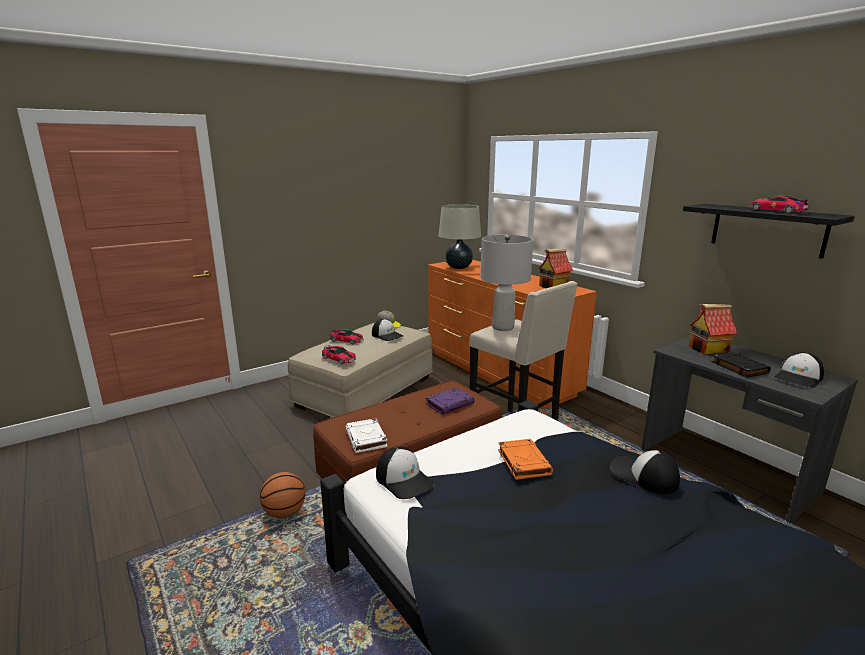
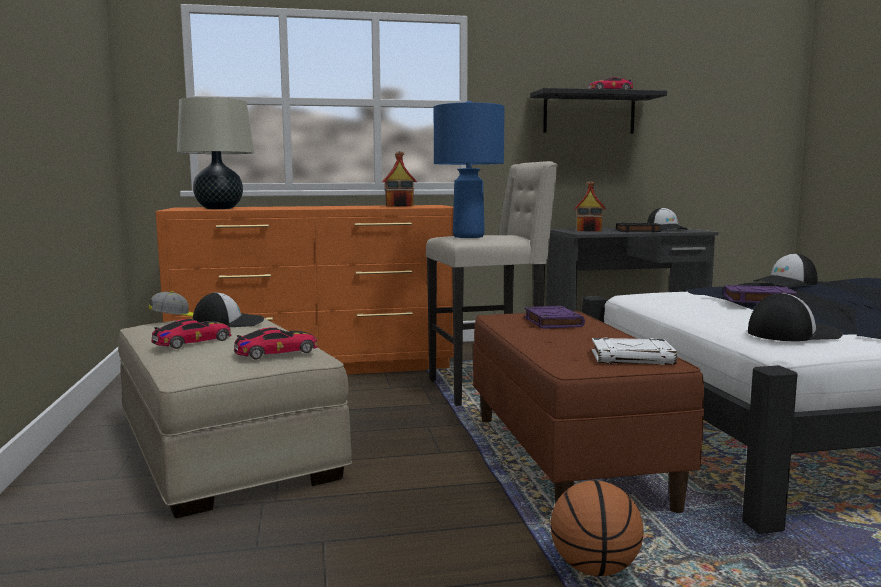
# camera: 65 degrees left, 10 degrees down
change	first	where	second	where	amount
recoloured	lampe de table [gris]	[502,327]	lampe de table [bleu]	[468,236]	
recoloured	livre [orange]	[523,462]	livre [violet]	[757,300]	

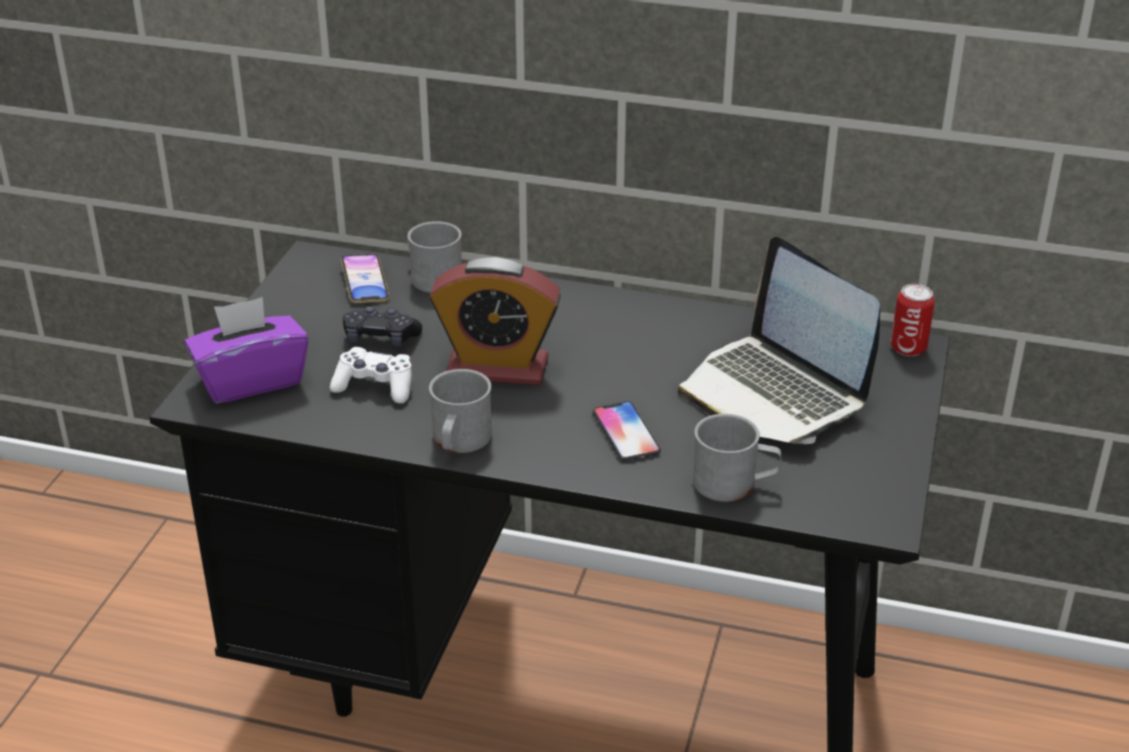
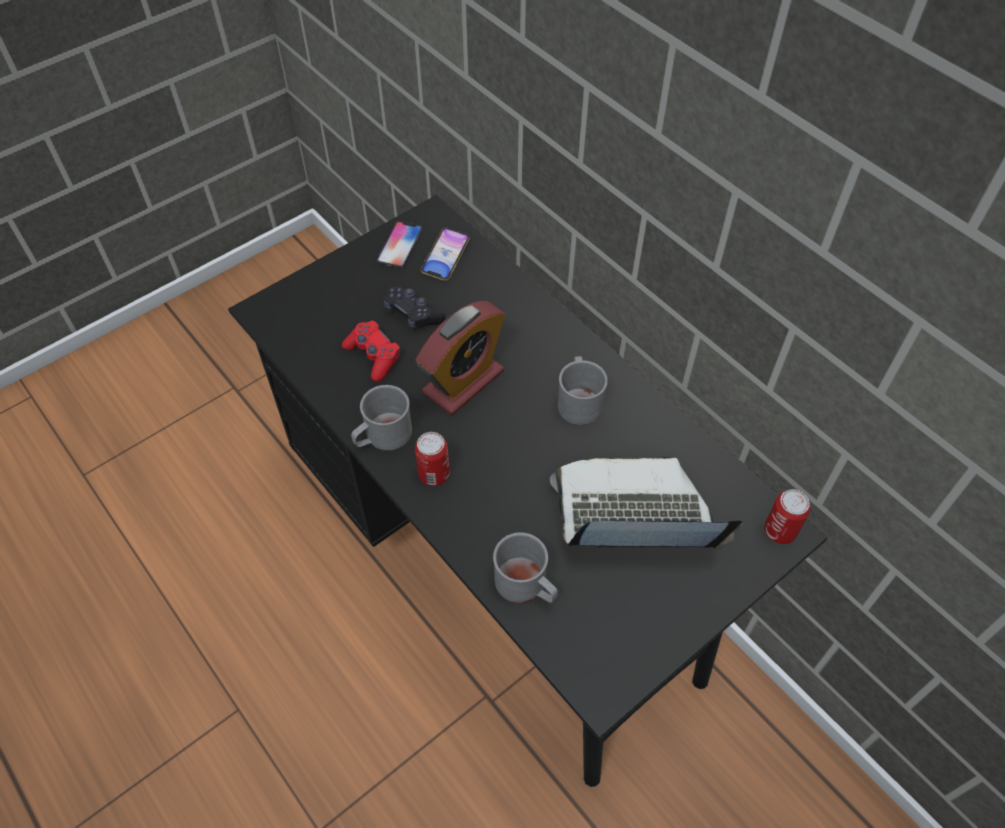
# camera: 35 degrees right, 20 degrees up
change	first	where	second	where	amount
recoloured	manette [blanc]	[375,386]	manette [rouge]	[374,356]	
moved	téléphone	[626,433]		[400,245]	
added			boîte métallique	[434,474]	
turned	réveil	[497,368]		[463,382]	90 degrees counterclockwise
turned	ordinateur portable	[774,393]		[633,516]	90 degrees clockwise
moved	mug [gris]	[431,276]		[579,400]	
removed	boîte à mouchoirs [violet]	[251,380]			

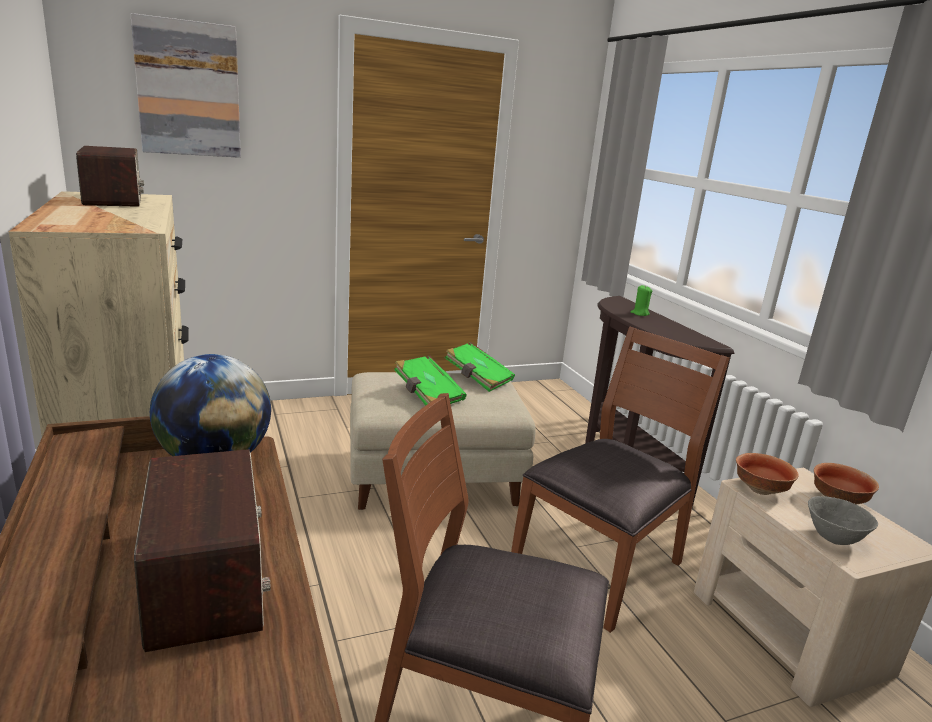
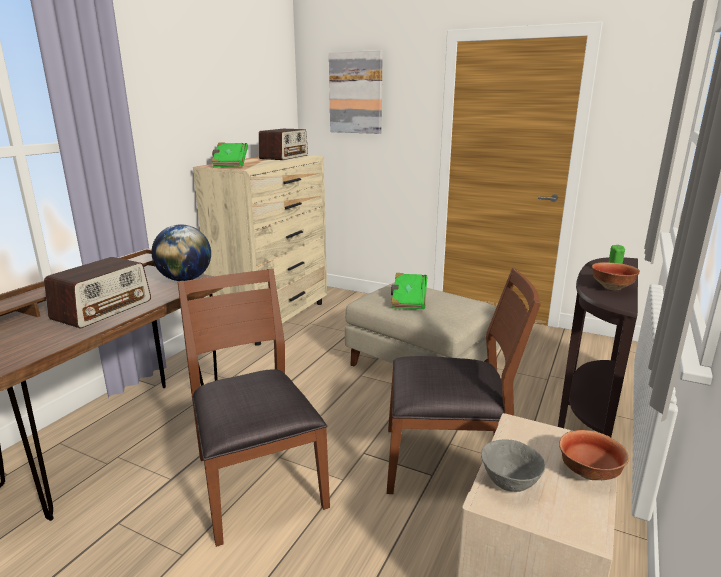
# camera: 50 degrees right, 0 degrees up
change	first	where	second	where	amount
moved	livre [vert]	[477,379]		[230,164]	
moved	bol	[759,490]		[611,287]	

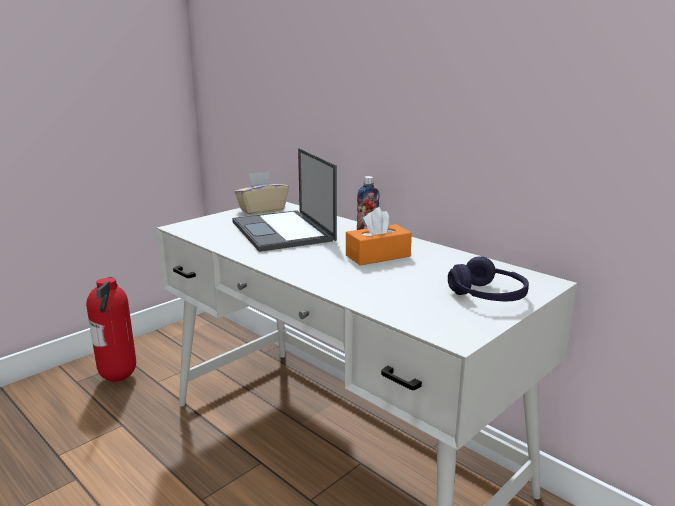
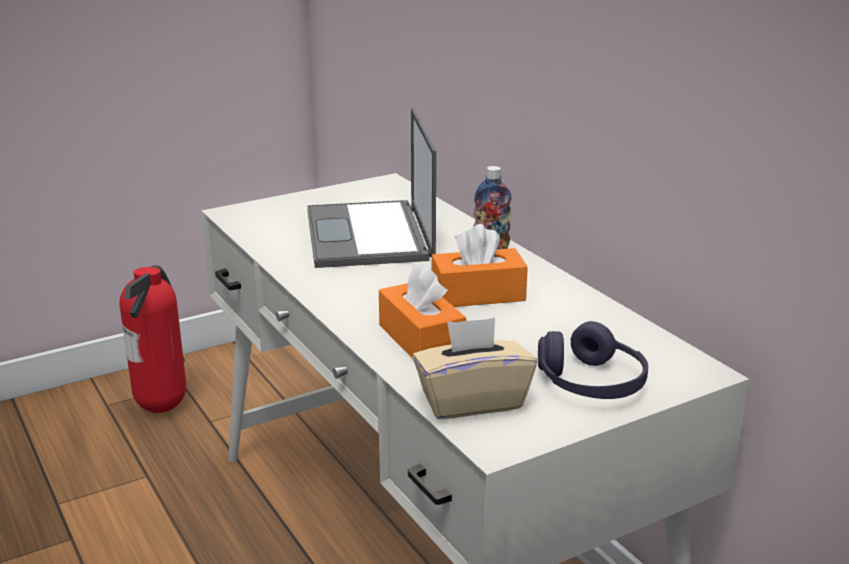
# camera: 15 degrees right, 5 degrees up
change	first	where	second	where	amount
added			boîte à mouchoirs [orange]	[421,339]	
moved	boîte à mouchoirs [beige]	[262,210]		[472,401]	

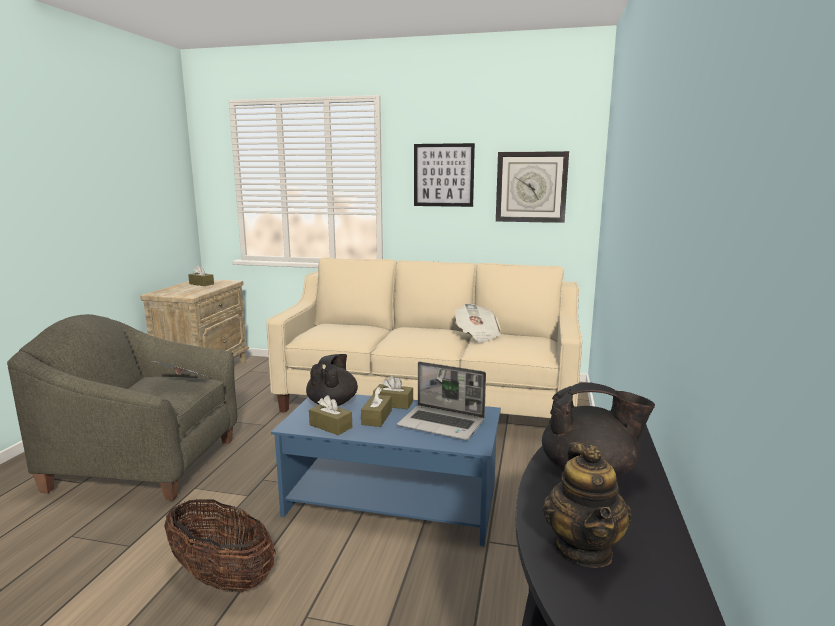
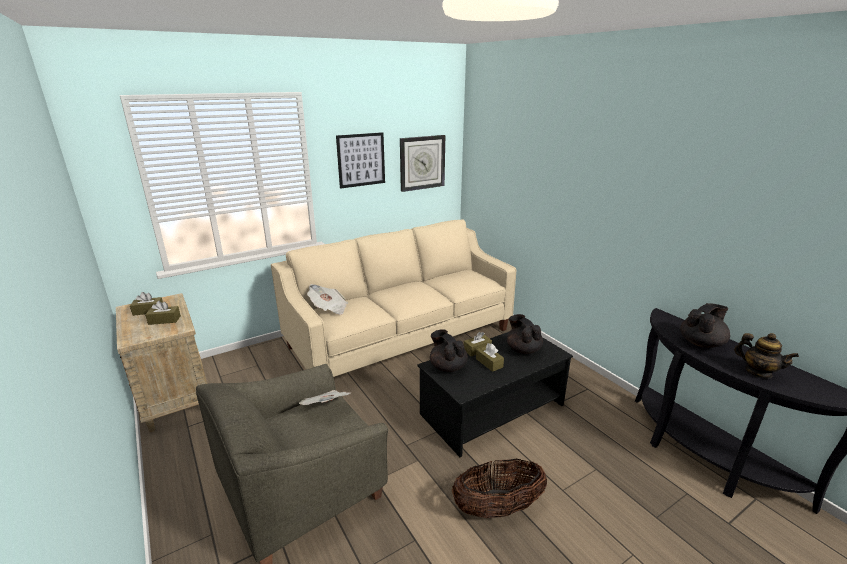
# camera: 45 degrees left, 10 degrees up
change	first	where	second	where	amount
moved	boîte à mouchoirs [marron]	[330,426]		[164,320]	
moved	journal	[477,335]		[329,308]	
recoloured	table basse [bleu]	[393,500]	table basse [noir]	[493,409]	
replaced	ordinateur portable	[442,424]	théière [noir]	[523,349]	

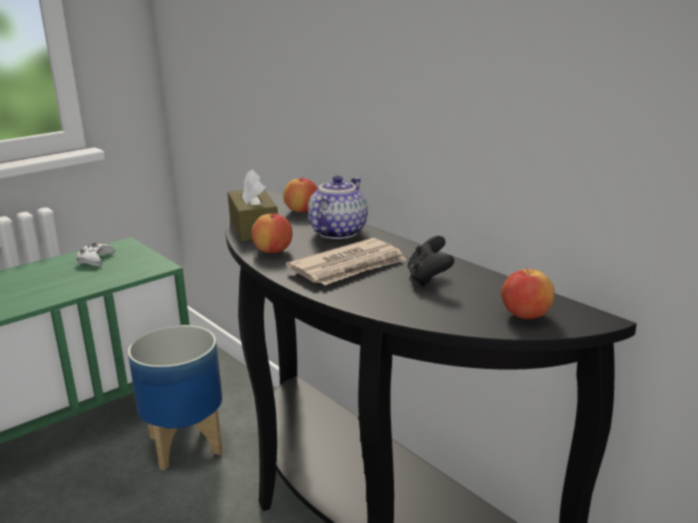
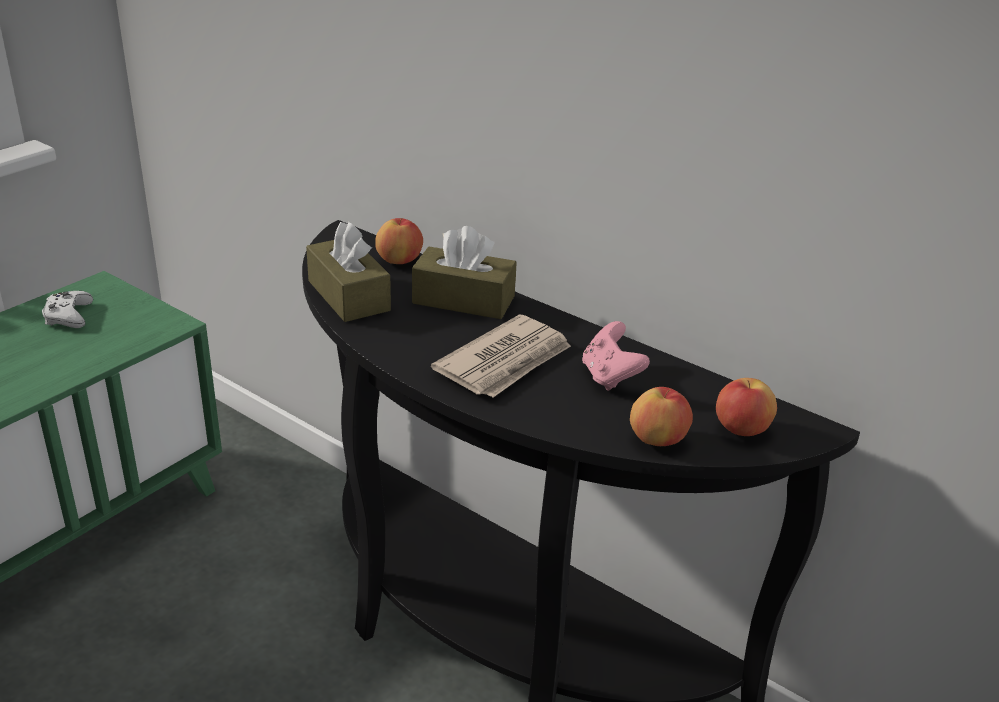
# camera: 15 degrees left, 10 degrees up
change	first	where	second	where	amount
replaced	théière	[337,232]	boîte à mouchoirs [marron]	[463,300]	
recoloured	manette [noir]	[429,279]	manette [rose]	[610,377]	
moved	pomme	[273,251]		[658,439]	
removed	cache-pot	[187,444]			

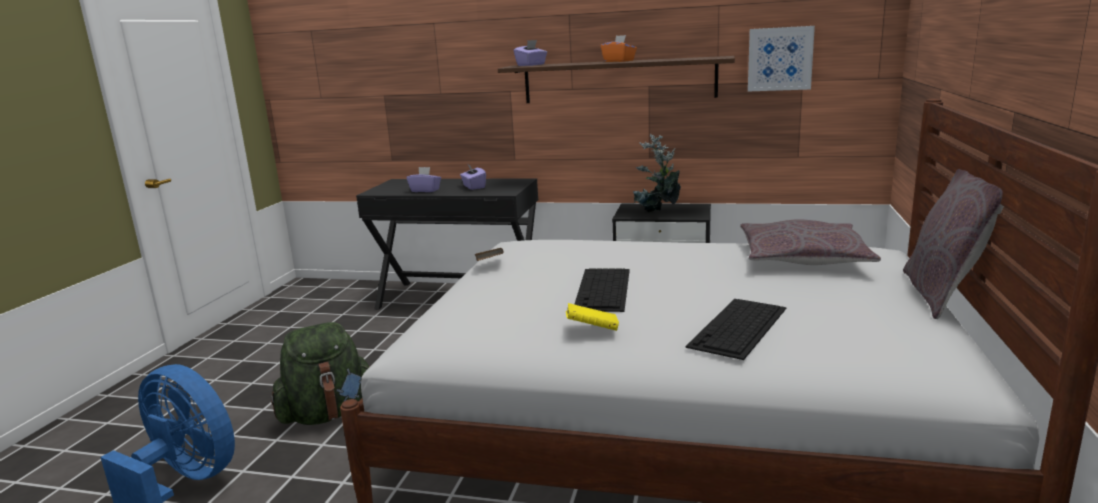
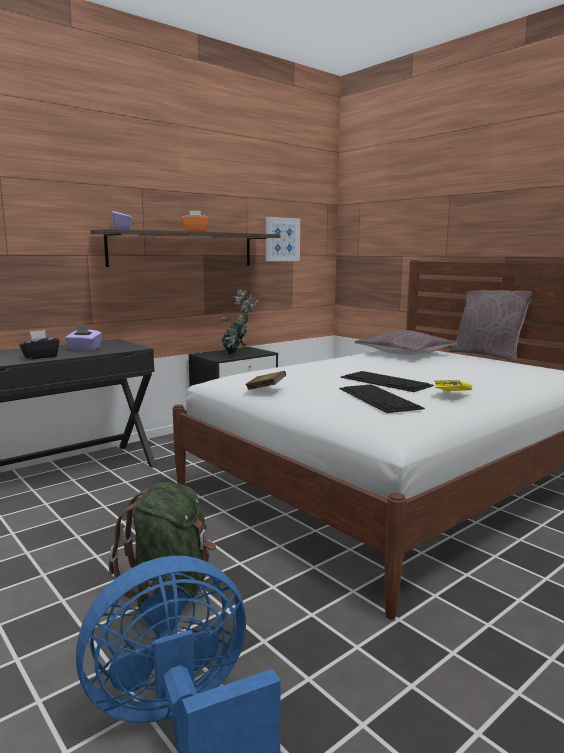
# camera: 55 degrees left, 5 degrees down
change	first	where	second	where	amount
recoloured	boîte à mouchoirs [violet]	[425,190]	boîte à mouchoirs [noir]	[40,357]	
moved	clavier	[738,327]		[380,398]	

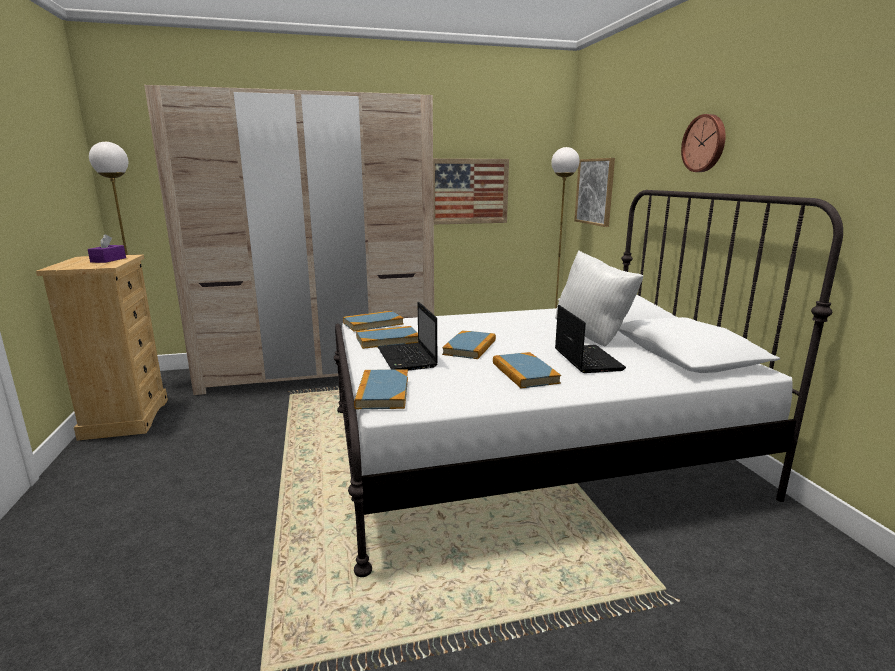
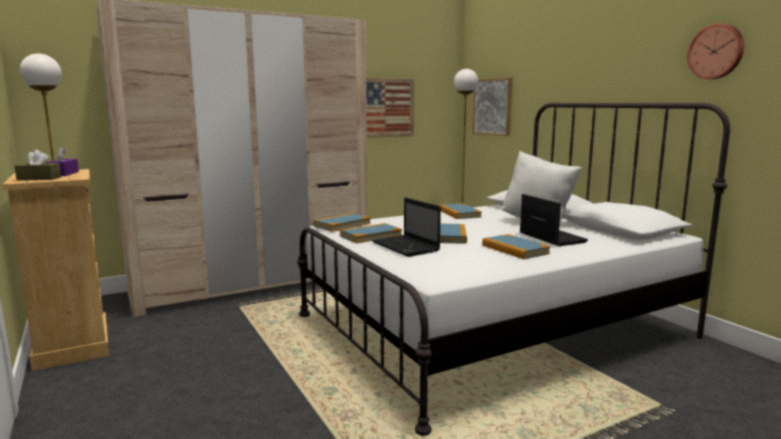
# camera: 15 degrees left, 5 degrees down
change	first	where	second	where	amount
added			boîte à mouchoirs [marron]	[39,178]	
moved	livre	[382,392]		[459,213]	
moved	horloge murale	[705,143]		[716,51]	

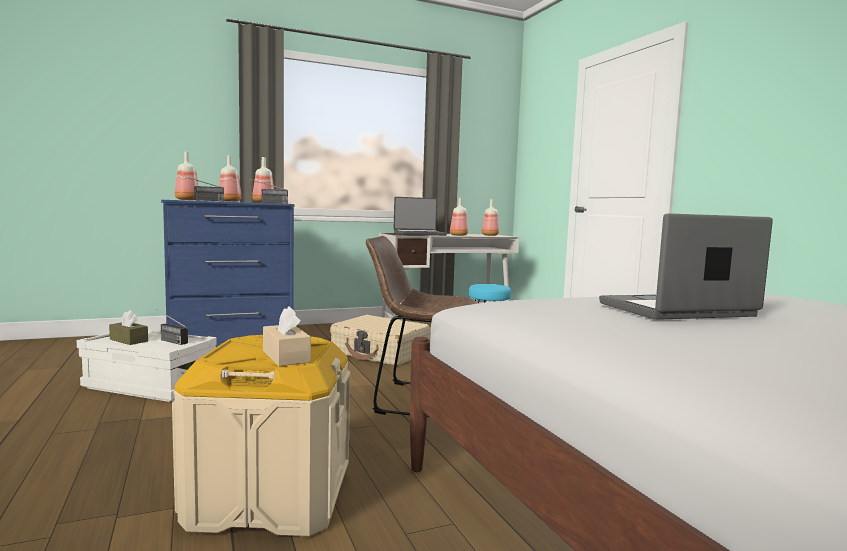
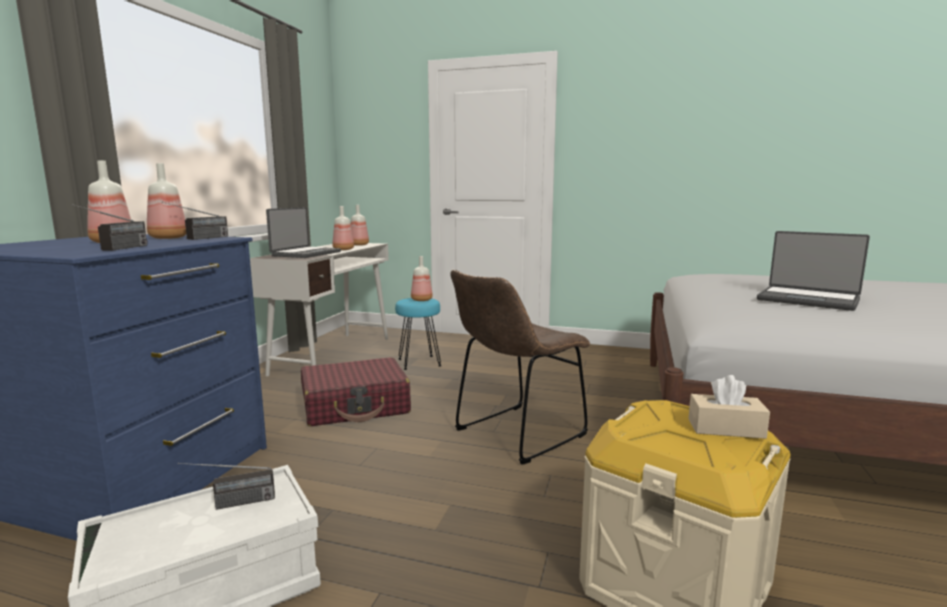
# camera: 50 degrees left, 5 degrees up
change	first	where	second	where	amount
recoloured	valise [beige]	[380,353]	valise [rouge]	[356,406]	
moved	bouteille	[186,200]		[421,300]	
turned	ordinateur portable	[677,310]		[808,300]	75 degrees counterclockwise
removed	boîte à mouchoirs [marron]	[128,340]			

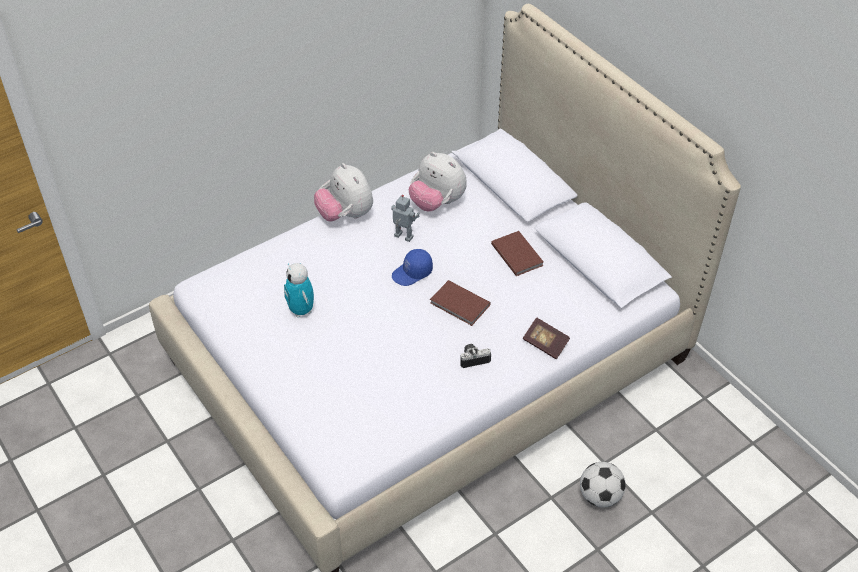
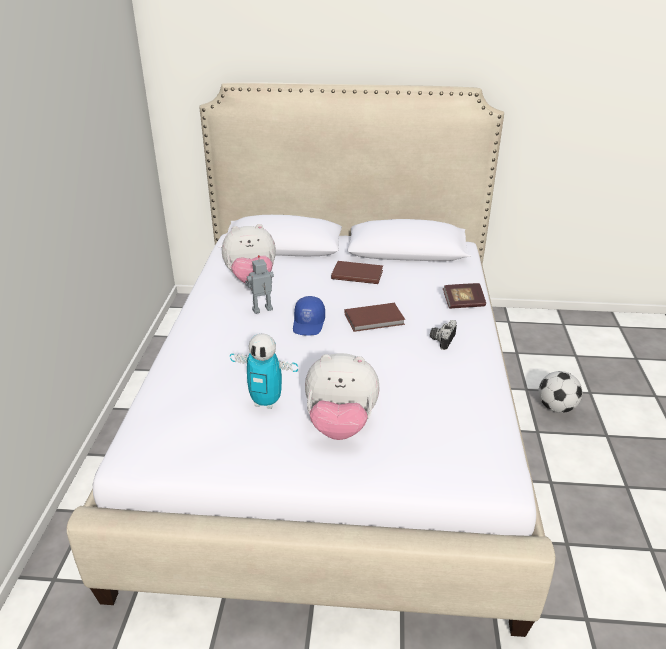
# camera: 50 degrees left, 15 degrees down
change	first	where	second	where	amount
moved	peluche	[345,215]		[340,425]	

